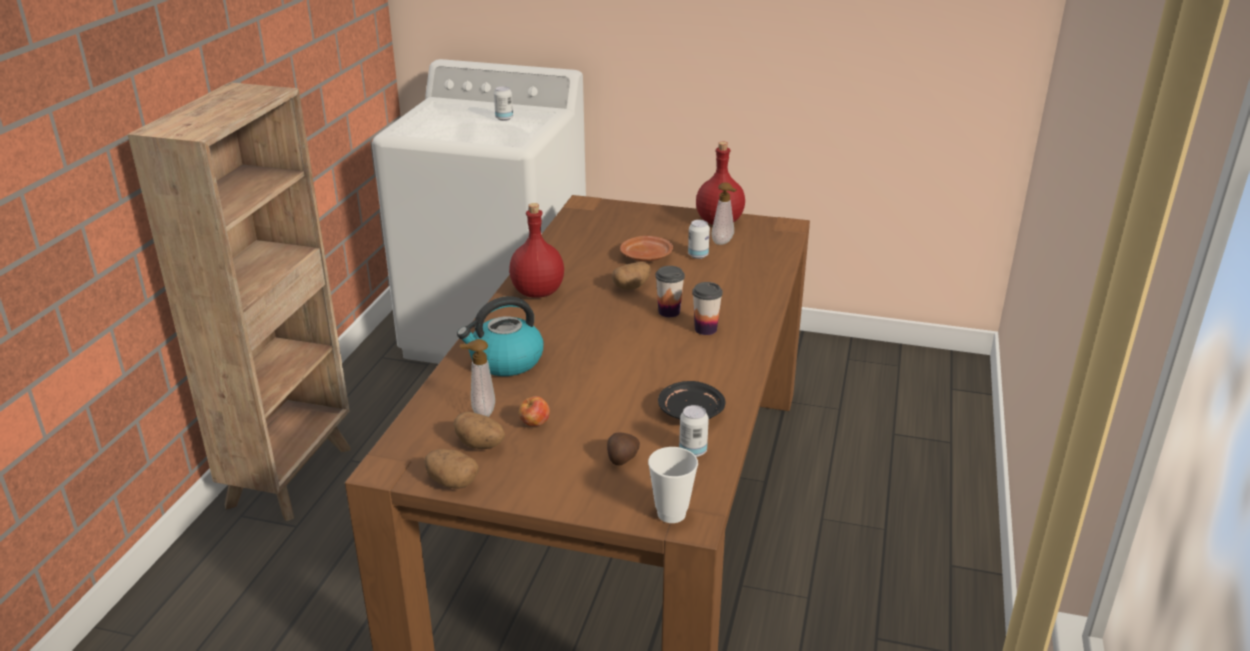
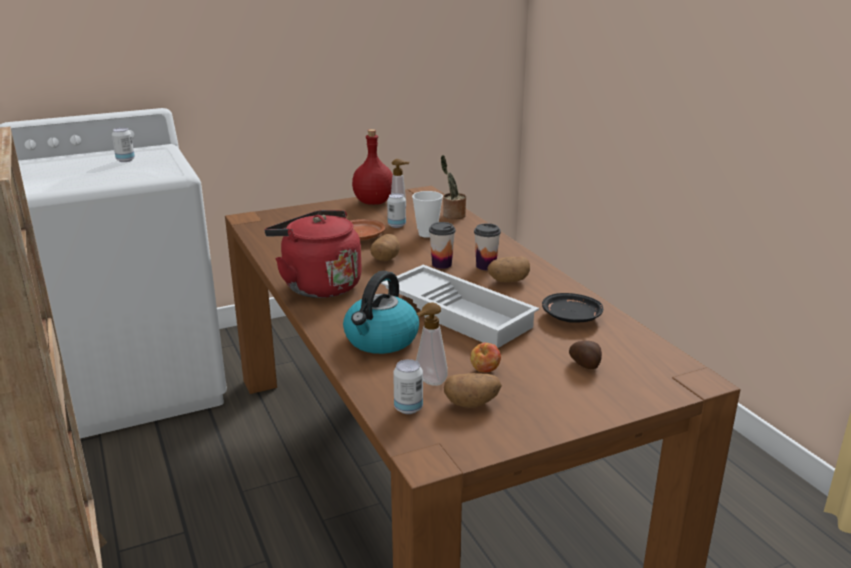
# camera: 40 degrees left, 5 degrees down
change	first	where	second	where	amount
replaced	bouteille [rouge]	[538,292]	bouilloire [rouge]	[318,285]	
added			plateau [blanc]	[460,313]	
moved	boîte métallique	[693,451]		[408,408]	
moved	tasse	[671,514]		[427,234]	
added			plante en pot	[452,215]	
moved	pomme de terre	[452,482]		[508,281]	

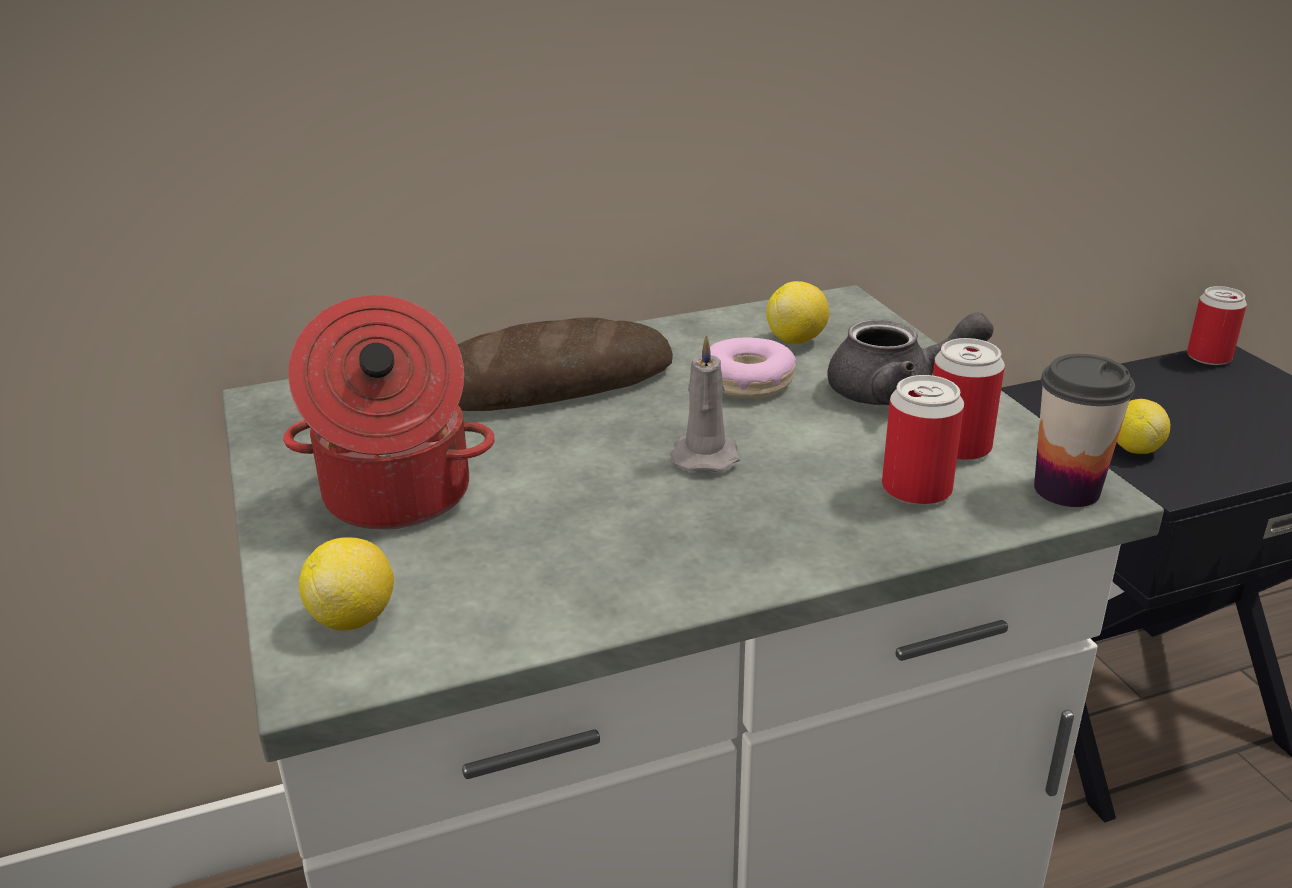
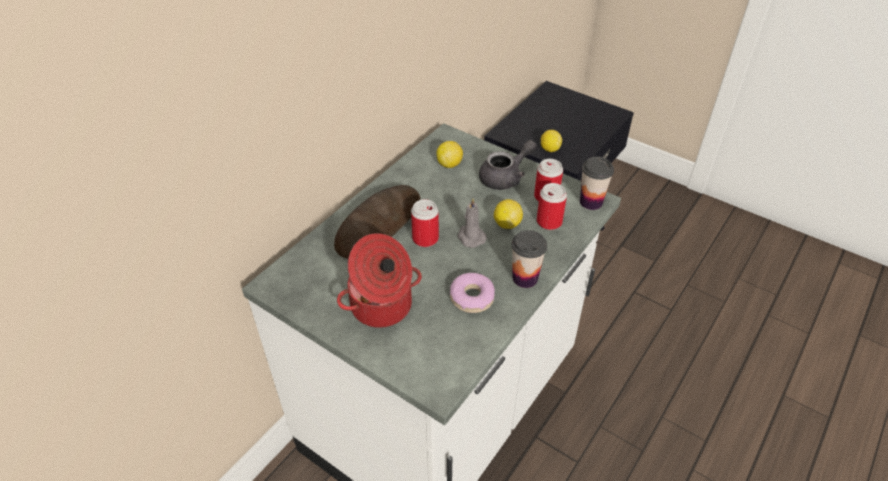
# camera: 35 degrees left, 15 degrees up
change	first	where	second	where	amount
moved	boîte métallique	[1209,357]		[425,239]	
moved	beignet	[748,381]		[472,297]	
moved	citron	[354,618]		[507,224]	
added			tasse	[525,278]	

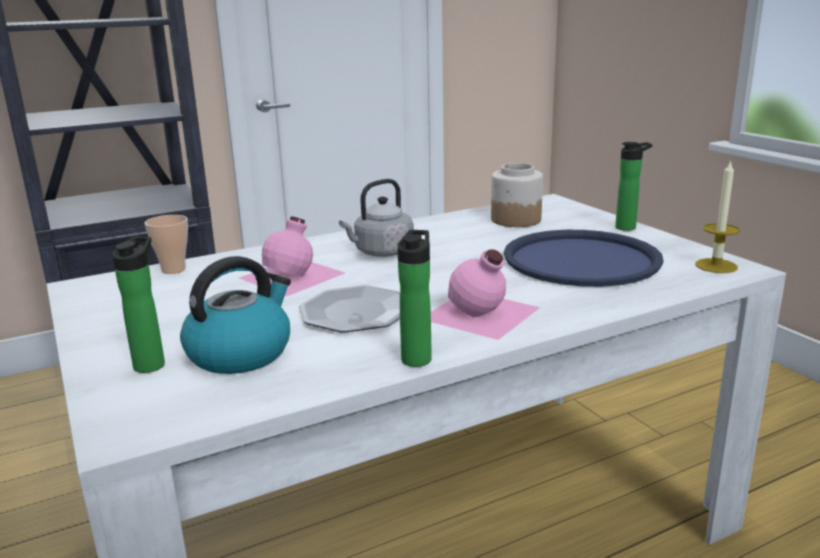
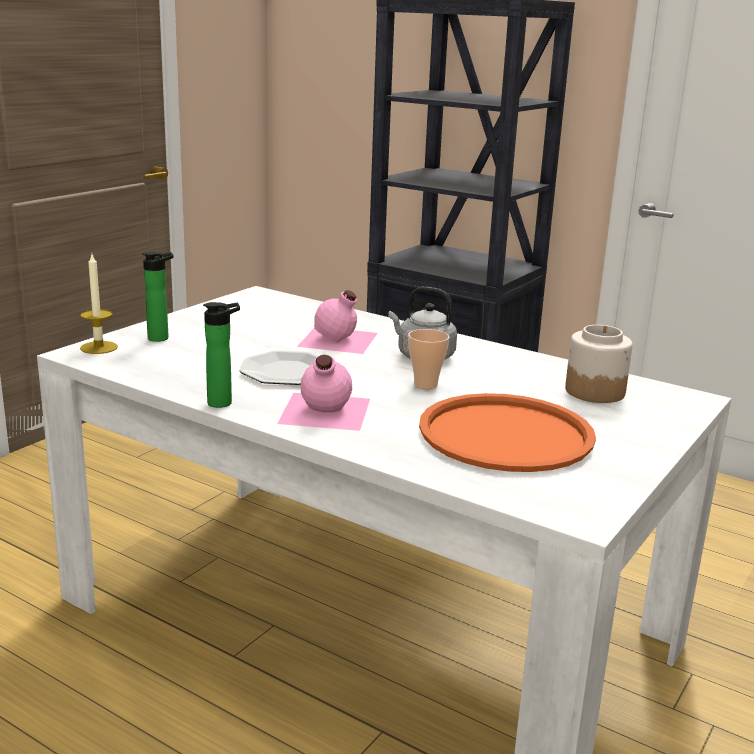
# camera: 60 degrees right, 0 degrees up
change	first	where	second	where	amount
moved	bougie	[716,266]		[99,347]	
moved	tasse	[173,270]		[425,385]	
recoloured	plateau [bleu]	[581,260]	plateau [orange]	[505,434]	
removed	bouilloire	[240,353]			
removed	bouteille	[628,227]			

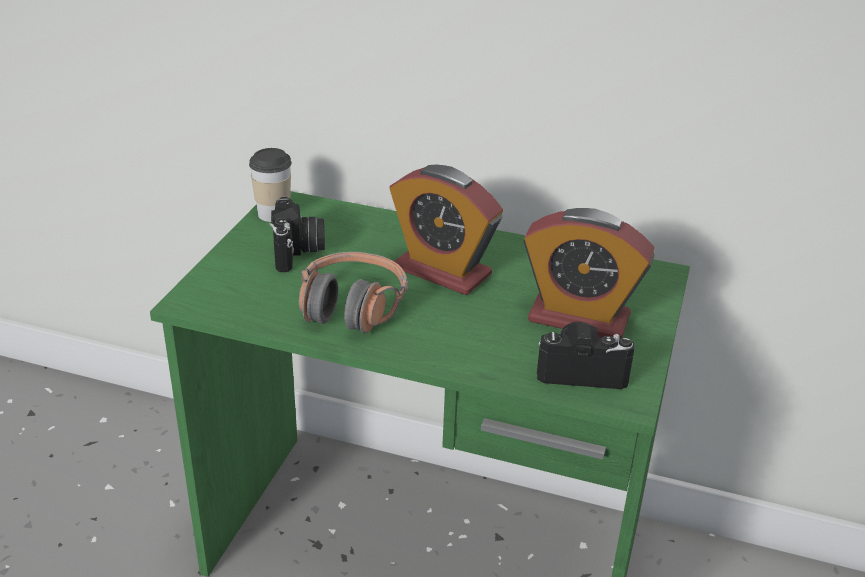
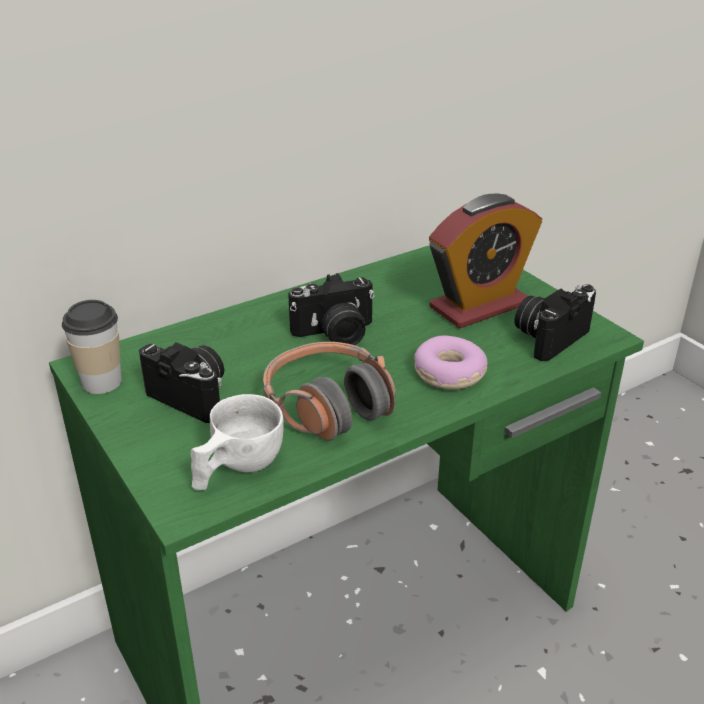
# camera: 50 degrees left, 0 degrees up
change	first	where	second	where	amount
added			tasse [blanc]	[236,468]	
replaced	réveil	[442,271]	appareil photo	[335,335]	
added			beignet	[449,374]	

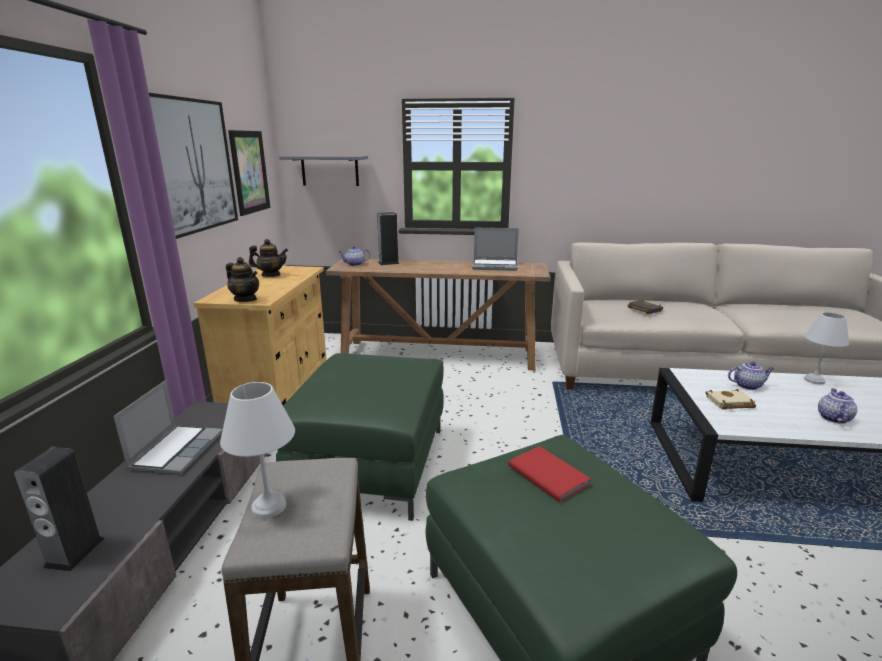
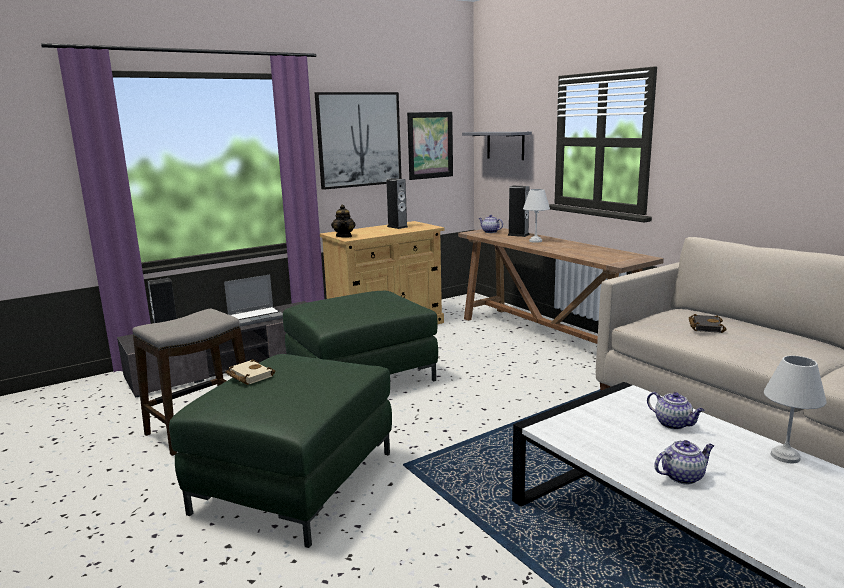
# camera: 50 degrees right, 5 degrees down
change	first	where	second	where	amount
moved	livre [beige]	[729,403]		[248,376]	
replaced	théière	[271,275]	enceinte	[397,227]	
moved	lampe de table [blanc]	[268,508]		[535,241]	
removed	ordinateur portable	[495,266]			
removed	livre [rouge]	[548,474]			

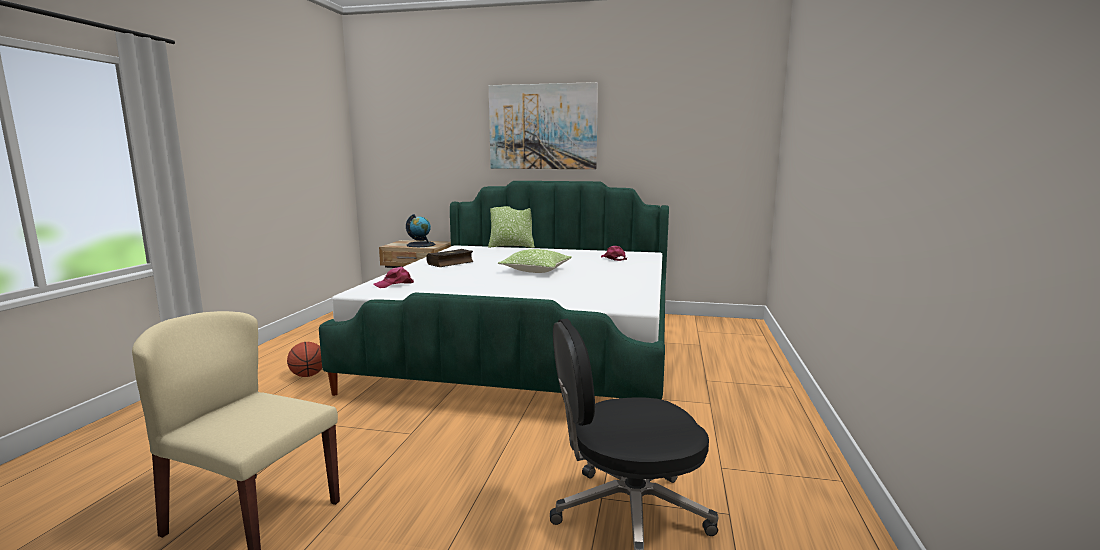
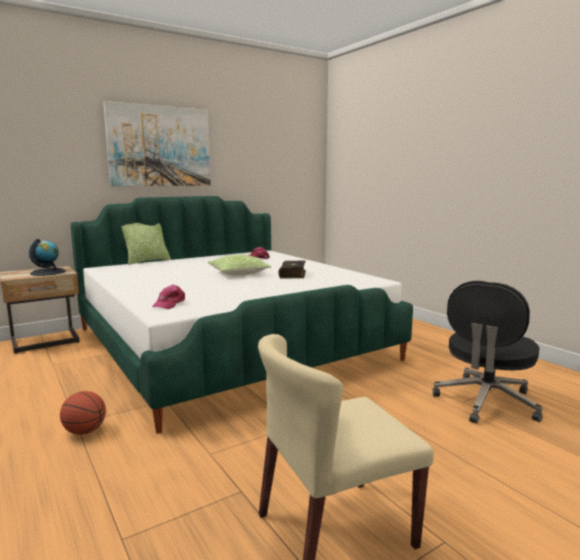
# camera: 45 degrees left, 0 degrees up
change	first	where	second	where	amount
moved	livre	[451,263]		[293,274]	

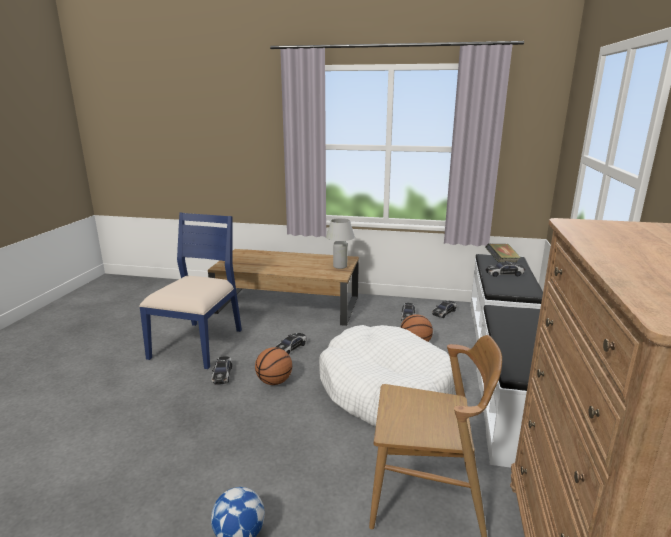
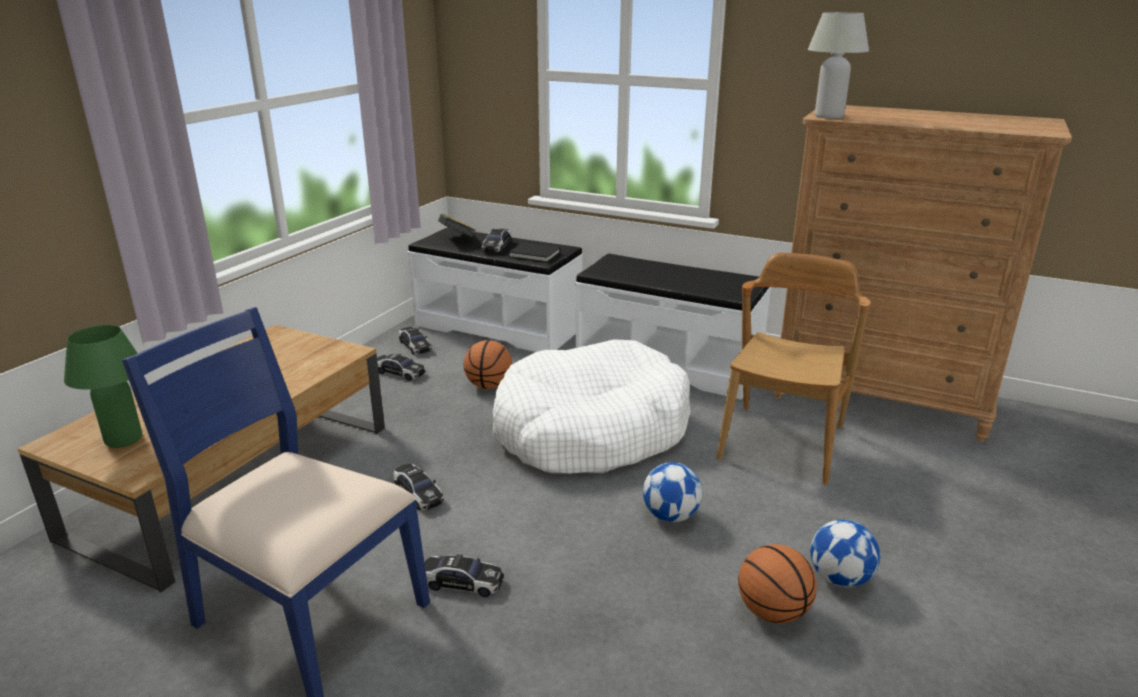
# camera: 75 degrees left, 5 degrees up
change	first	where	second	where	amount
added			lampe de table [vert]	[123,439]	
added			livre [noir]	[535,255]	
added			ballon de foot	[671,516]	
moved	ballon de basket	[274,382]		[773,612]	
moved	lampe de table [blanc]	[340,266]		[829,116]	

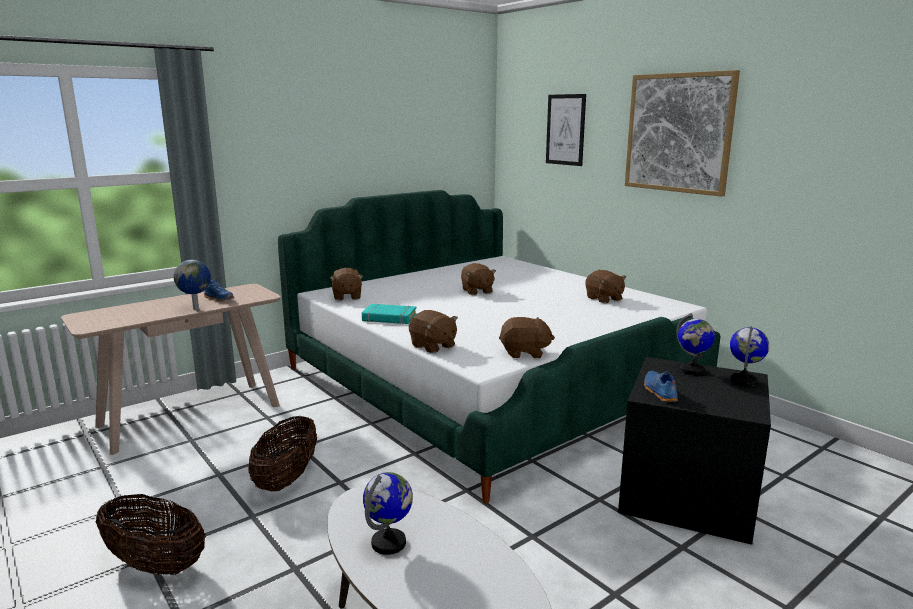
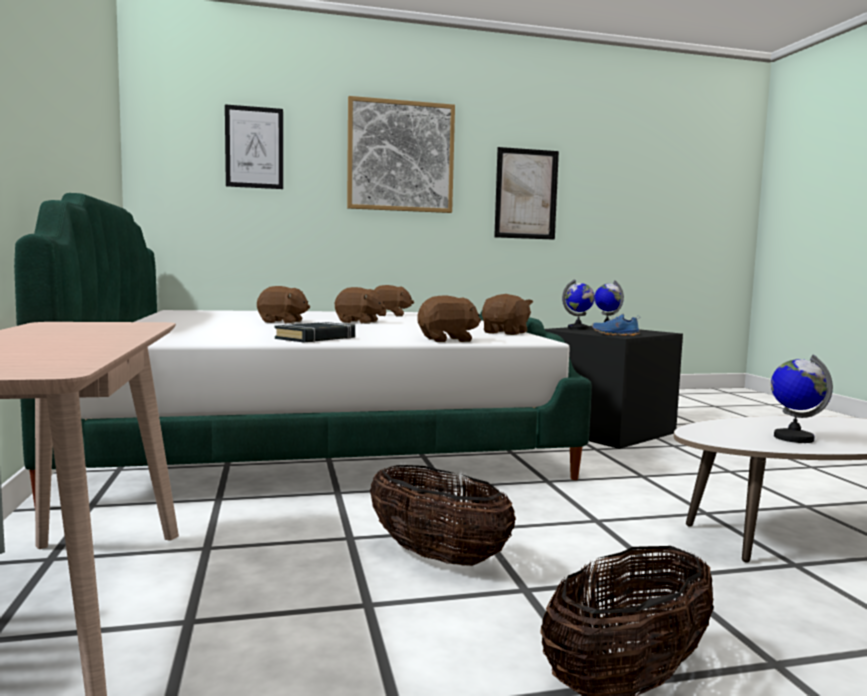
# camera: 65 degrees left, 10 degrees down
change	first	where	second	where	amount
recoloured	livre [turquoise]	[389,318]	livre [noir]	[316,338]	
moved	peluche [marron]	[347,296]		[358,322]	
added			tableau	[526,194]	
removed	globe	[197,308]			
removed	chaussure [bleu]	[219,298]			

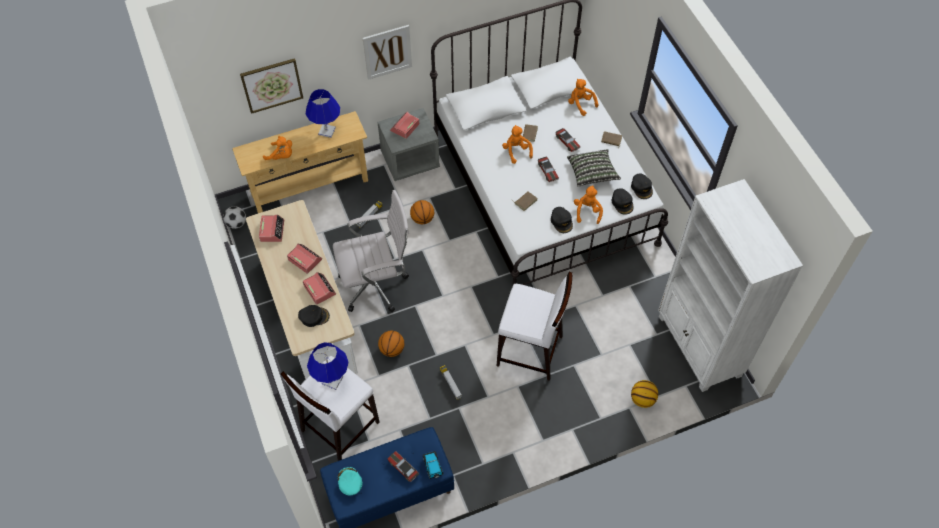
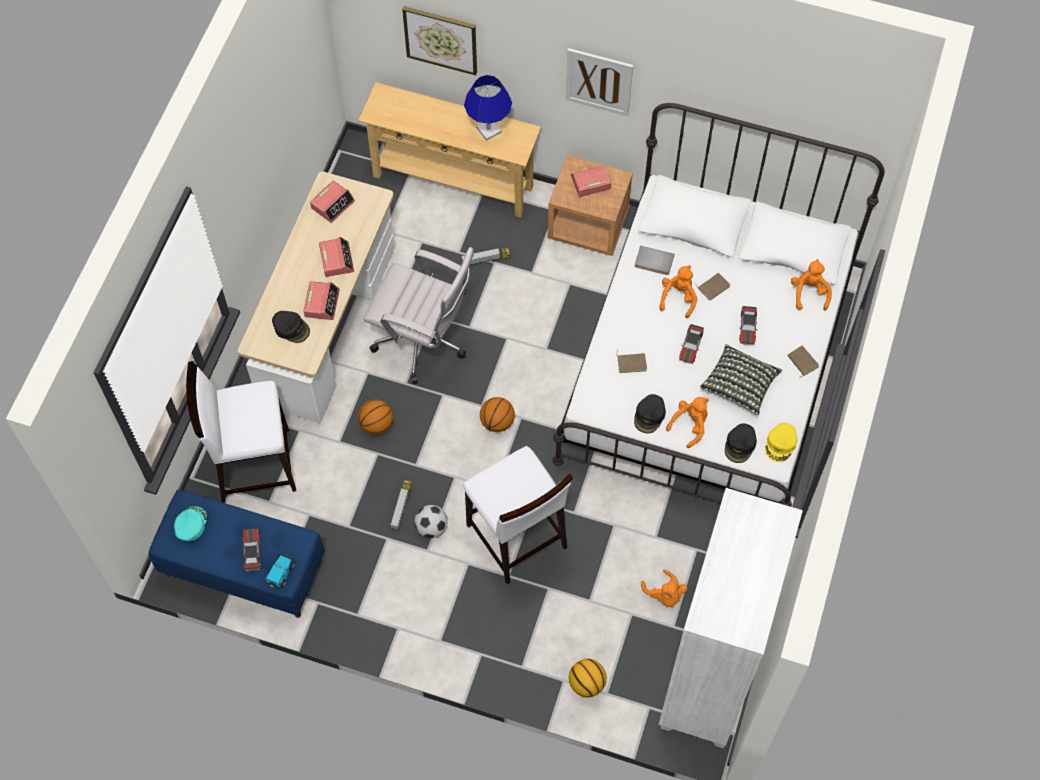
# camera: 40 degrees right, 5 degrees up
change	first	where	second	where	amount
moved	ballon de foot	[236,223]		[431,527]	
moved	ballon de basket	[422,219]		[497,422]	
recoloured	table de chevet [gris]	[410,160]	table de chevet [marron]	[588,225]	
added			livre [gris]	[653,262]	
moved	peluche [orange]	[281,156]		[664,595]	
recoloured	casquette [noir]	[642,188]	casquette [jaune]	[781,444]	
removed	lampe de table [bleu]	[332,380]			

